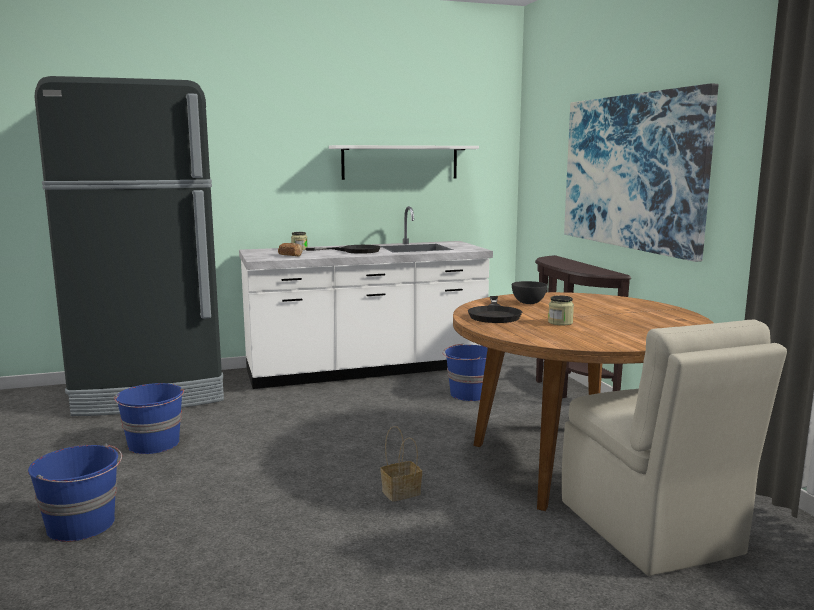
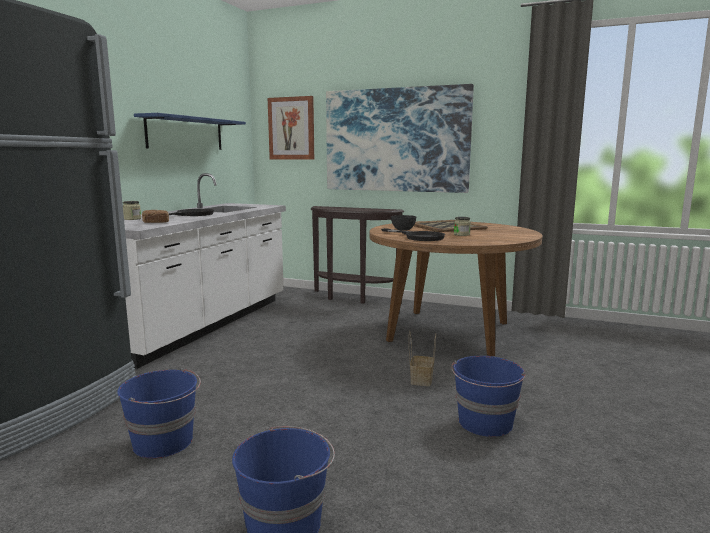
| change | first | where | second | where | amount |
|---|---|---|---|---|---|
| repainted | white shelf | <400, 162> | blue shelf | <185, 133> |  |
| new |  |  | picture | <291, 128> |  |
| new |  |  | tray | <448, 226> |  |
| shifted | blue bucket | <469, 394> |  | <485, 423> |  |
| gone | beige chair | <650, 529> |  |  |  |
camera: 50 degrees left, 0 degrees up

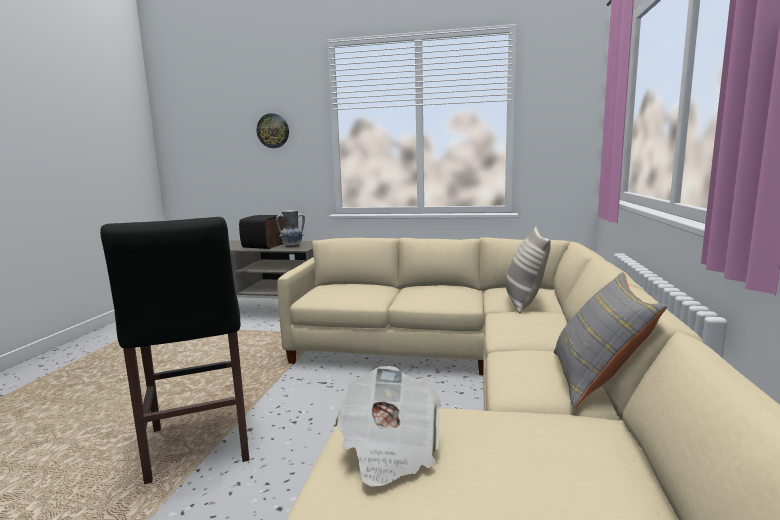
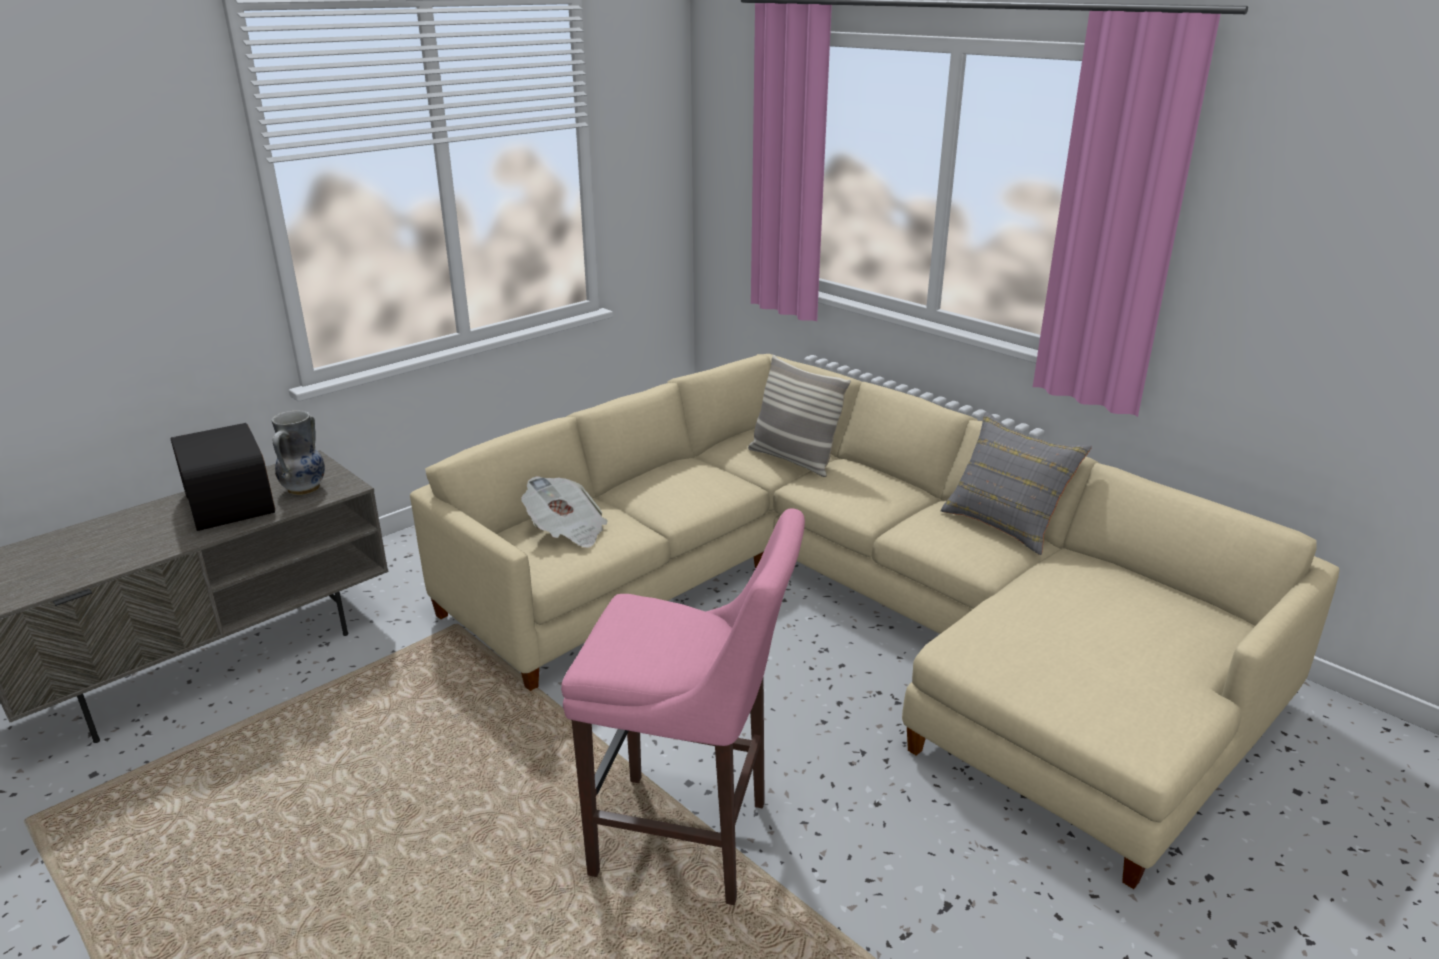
| change | first | where | second | where | amount |
|---|---|---|---|---|---|
| shifted | newspaper | <389, 449> |  | <567, 531> |  |
| repainted | black stool | <198, 448> | pink stool | <689, 840> |  |
| gone | wall clock | <273, 131> |  |  |  |
camera: 55 degrees left, 15 degrees up

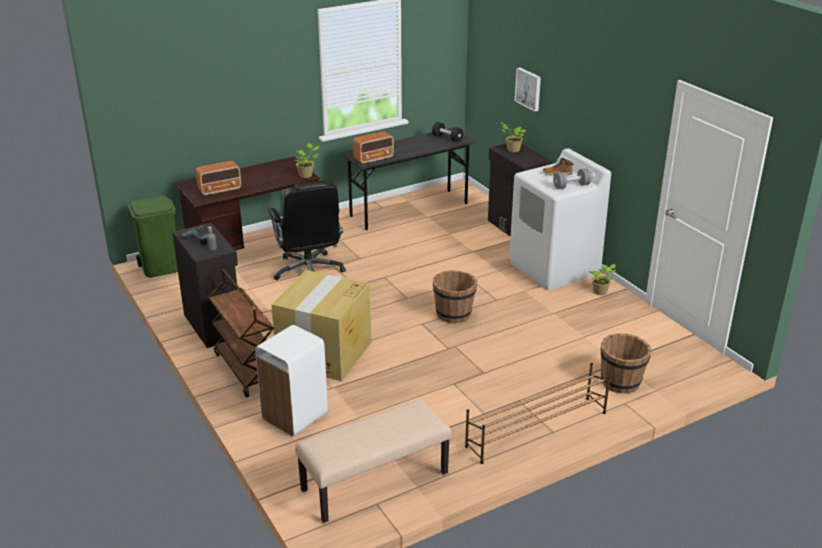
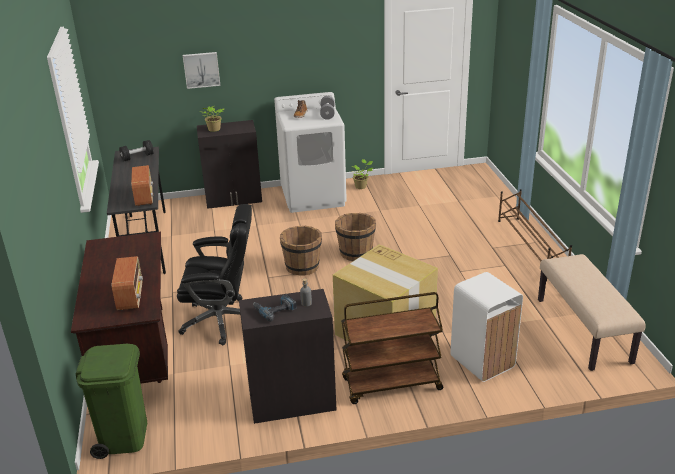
| change | first | where | second | where | amount |
|---|---|---|---|---|---|
| shifted | brown bucket | <621, 382> |  | <302, 267> |  |
| gone | potted plant | <306, 175> |  |  |  |
camera: 70 degrees left, 0 degrees up

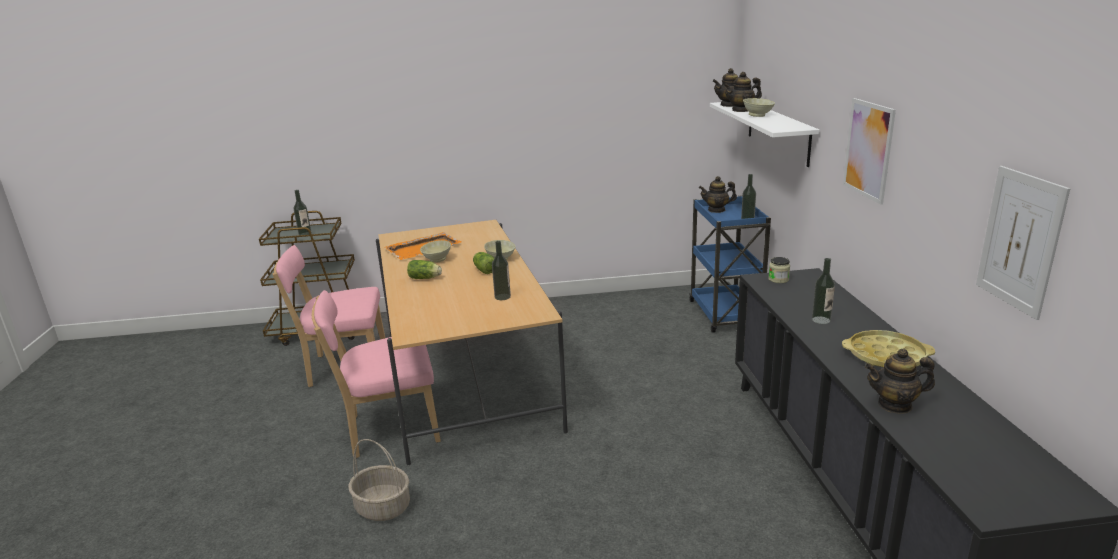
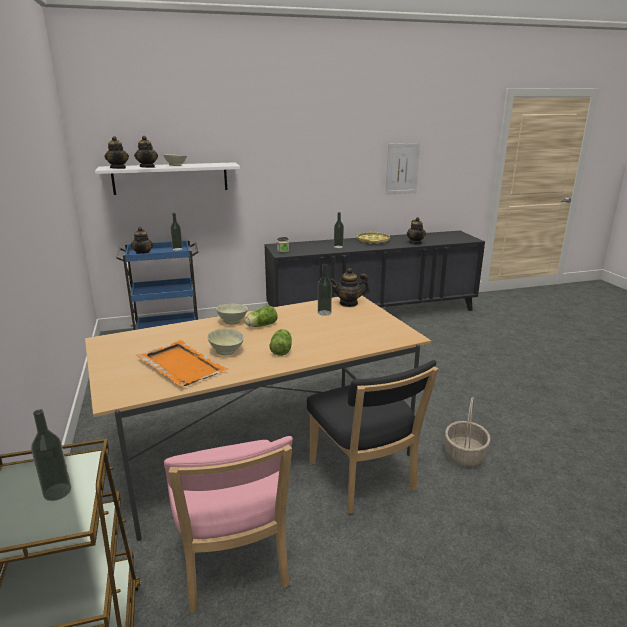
| change | first | where | second | where | amount |
|---|---|---|---|---|---|
| repainted | pink chair | <388, 430> | black chair | <364, 479> |  |
| new |  |  | teapot | <349, 303> |  |
| gone | picture | <868, 149> |  |  |  |
camera: 100 degrees left, 0 degrees up

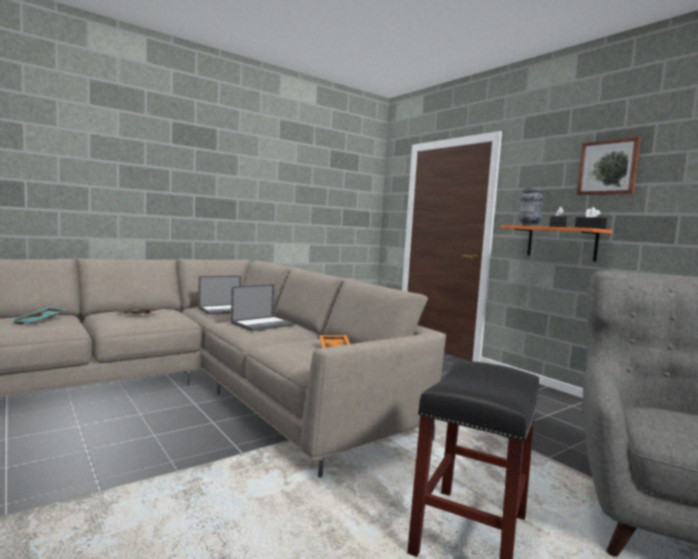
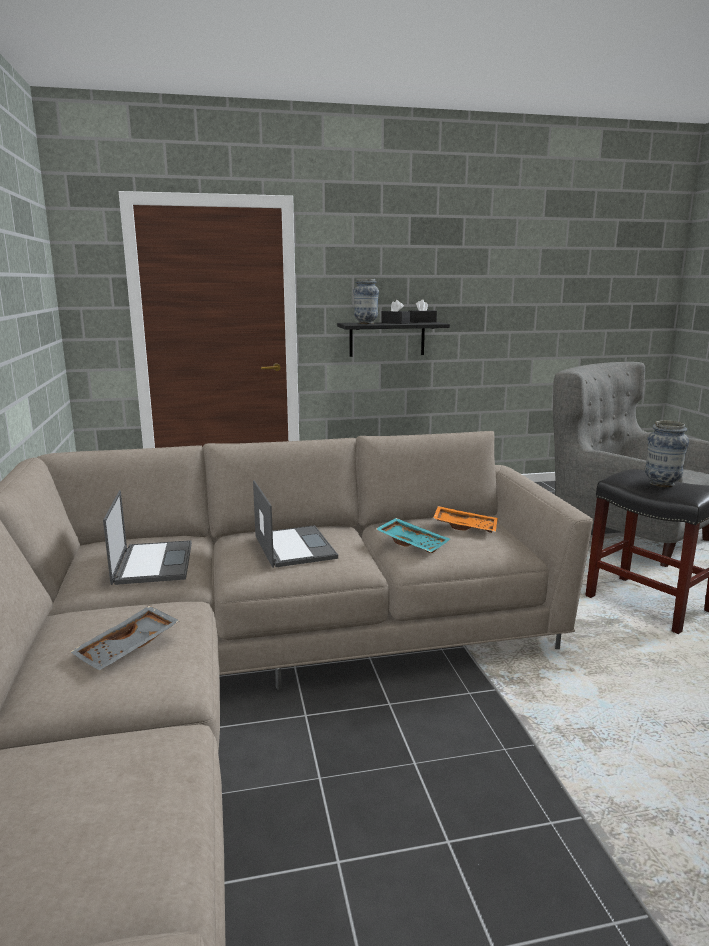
| change | first | where | second | where | amount |
|---|---|---|---|---|---|
| repainted | orange shelf | <561, 243> | black shelf | <387, 339> |  |
| shifted | turquoise tray | <40, 321> |  | <413, 543> |  |
| new |  |  | vase | <661, 484> |  |
| gone | picture | <608, 167> |  |  |  |
camera: 65 degrees left, 10 degrees up

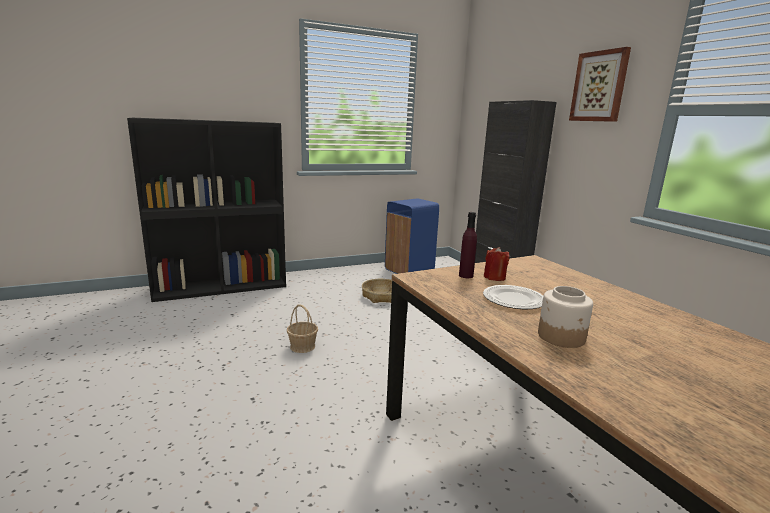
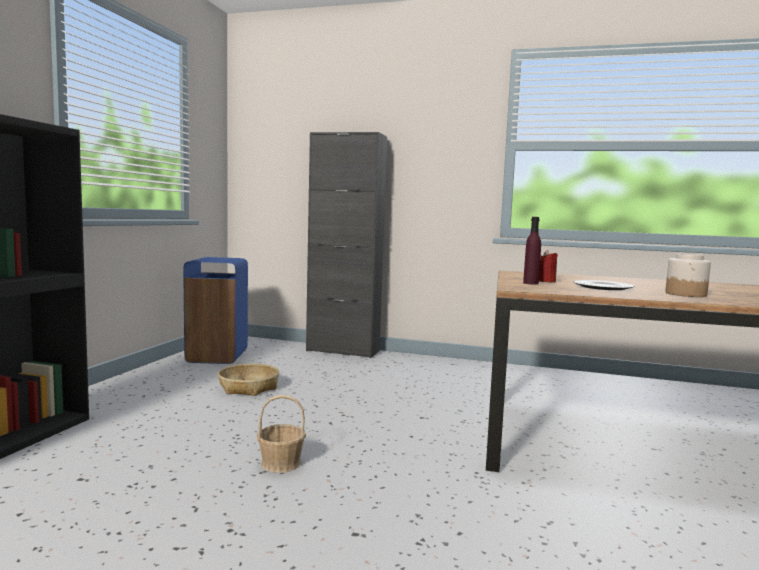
| change | first | where | second | where | amount |
|---|---|---|---|---|---|
| gone | picture | <599, 86> |  |  |  |
camera: 50 degrees left, 10 degrees down

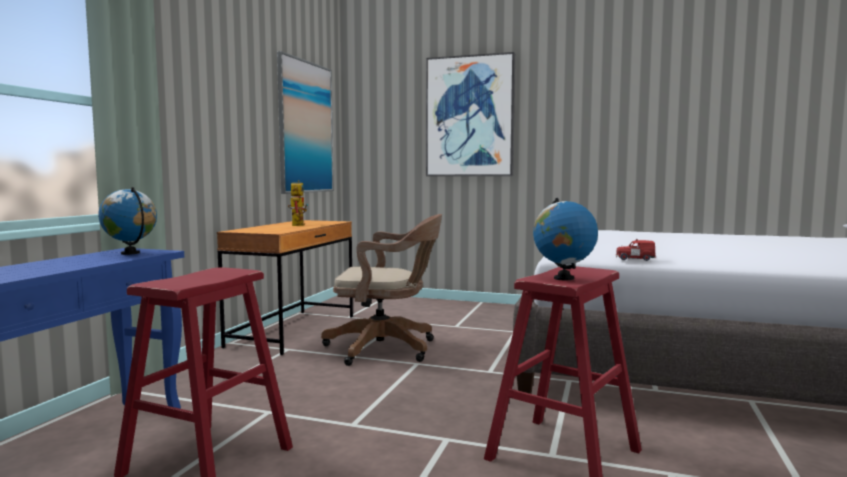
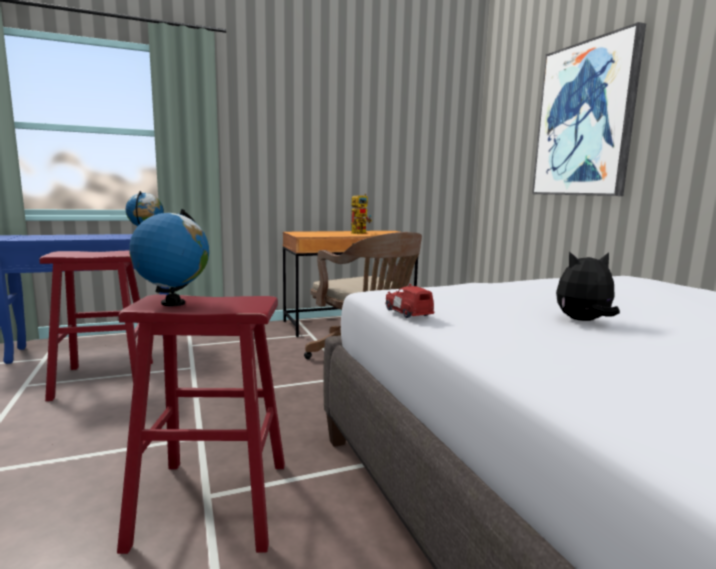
| change | first | where | second | where | amount |
|---|---|---|---|---|---|
| new |  |  | plush toy | <583, 321> |  |
| gone | picture | <305, 127> |  |  |  |
camera: 50 degrees right, 5 degrees up

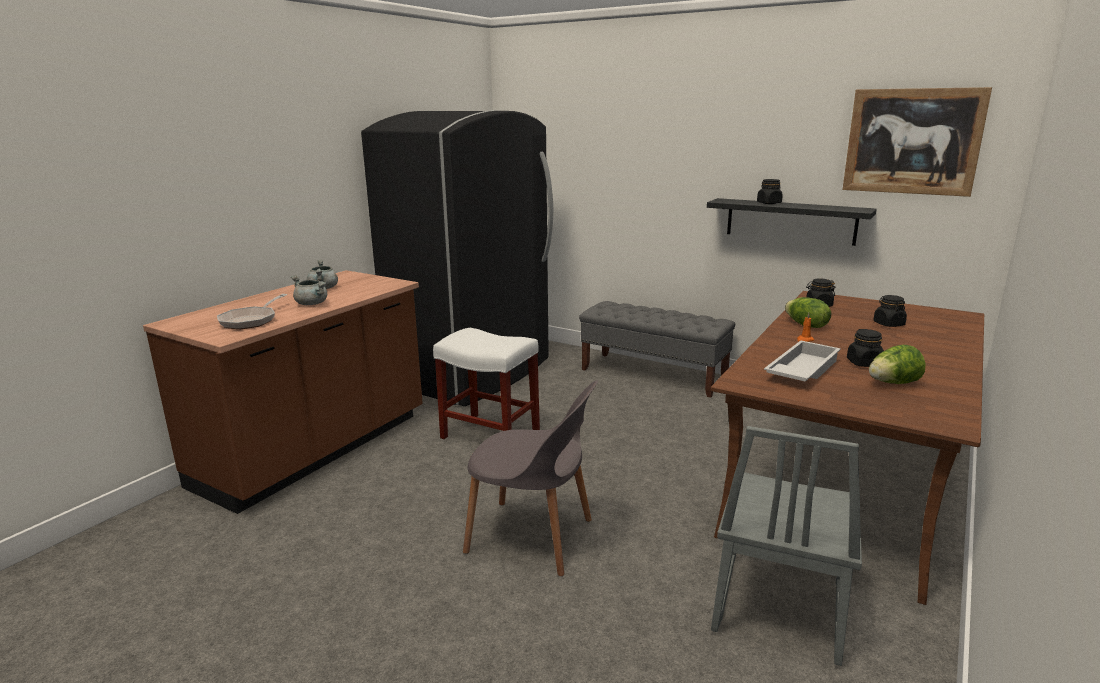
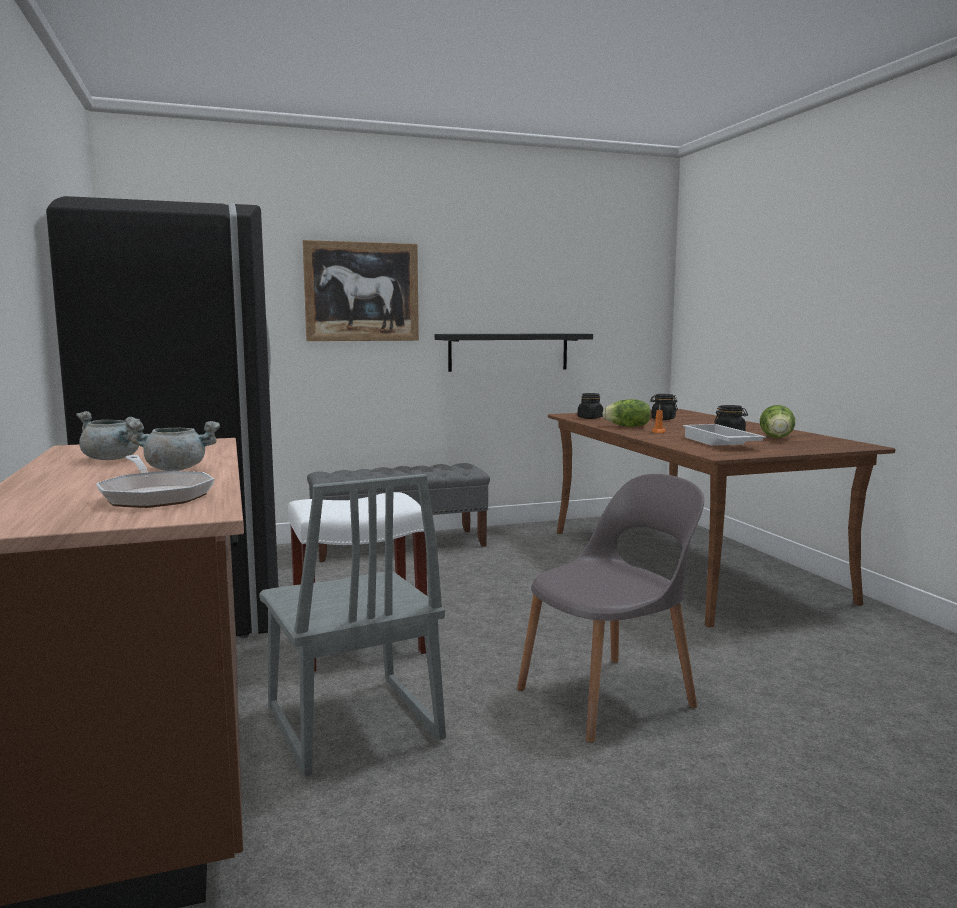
| change | first | where | second | where | amount |
|---|---|---|---|---|---|
| shifted | grey chair | <777, 607> |  | <351, 725> |  |
| shifted | picture | <912, 141> |  | <362, 292> |  |
| gone | black jar | <769, 203> |  |  |  |
camera: 50 degrees left, 10 degrees down

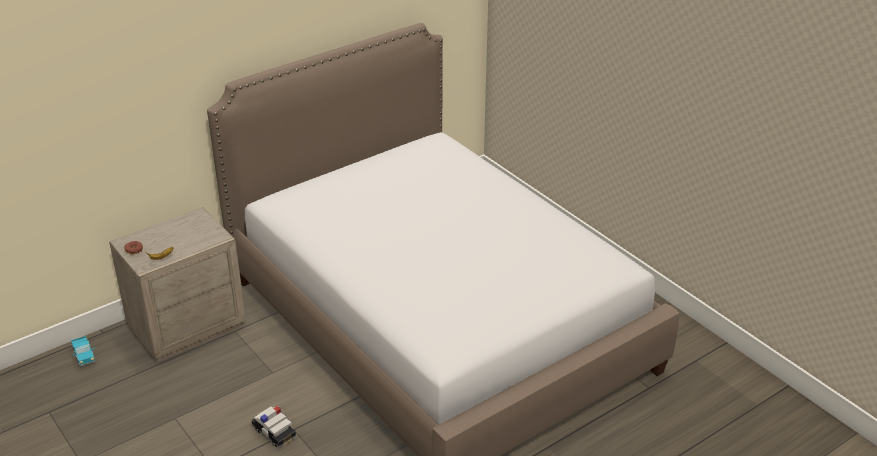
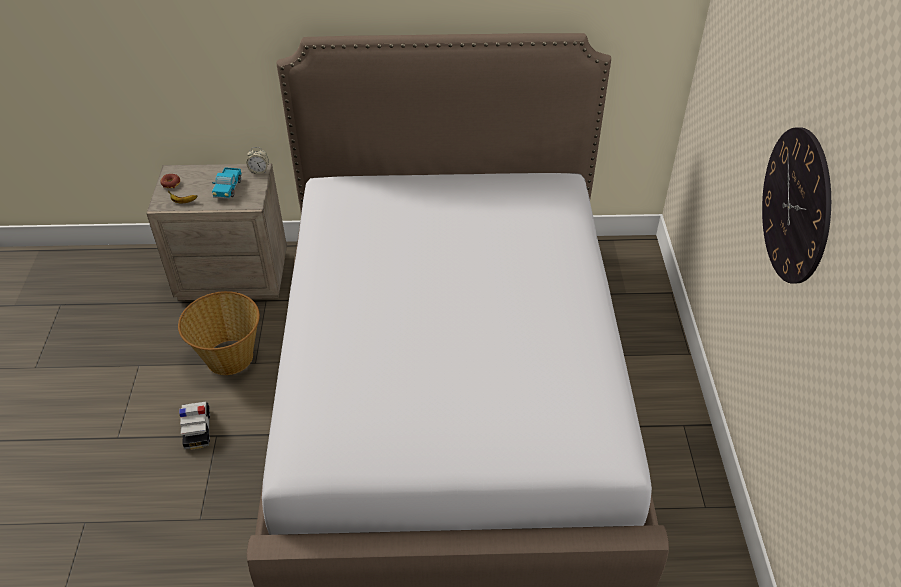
| change | first | where | second | where | amount |
|---|---|---|---|---|---|
| new |  |  | basket | <229, 356> |  |
| shifted | toy truck | <84, 356> |  | <228, 189> |  |
| new |  |  | alarm clock | <259, 171> |  |
| new |  |  | wall clock | <796, 206> |  |
camera: 35 degrees right, 10 degrees up

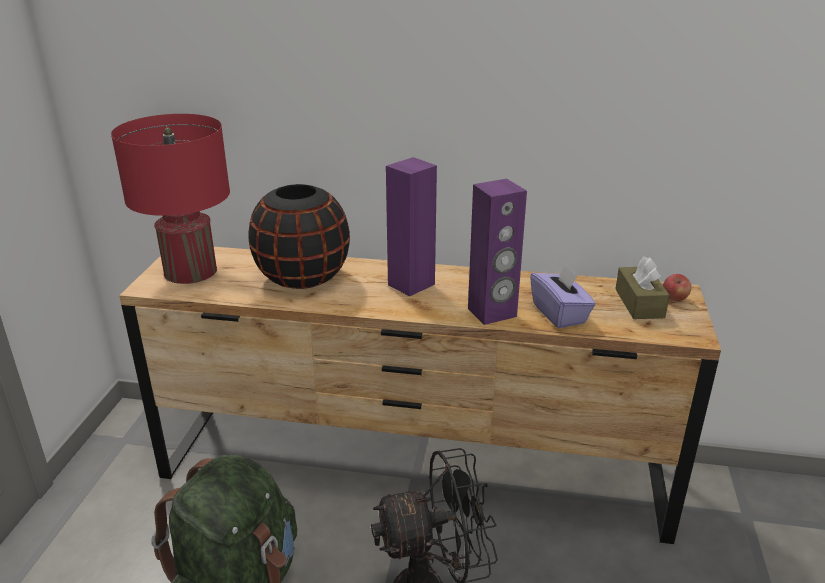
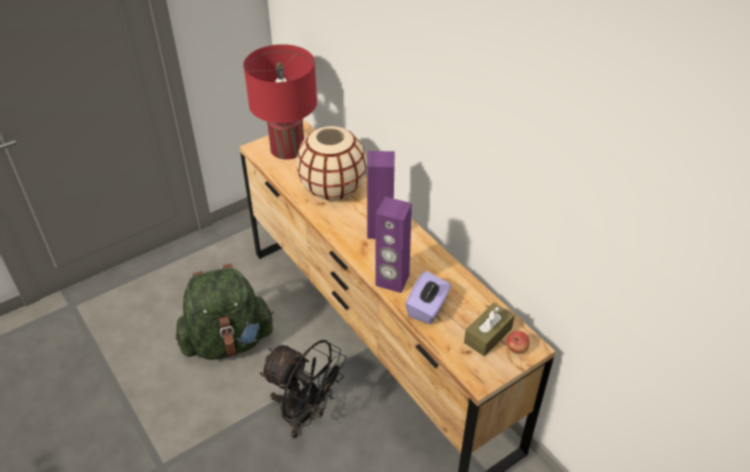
| change | first | where | second | where | amount |
|---|---|---|---|---|---|
| repainted | black vase | <302, 277> | beige vase | <333, 188> |  |
camera: 45 degrees right, 15 degrees up

